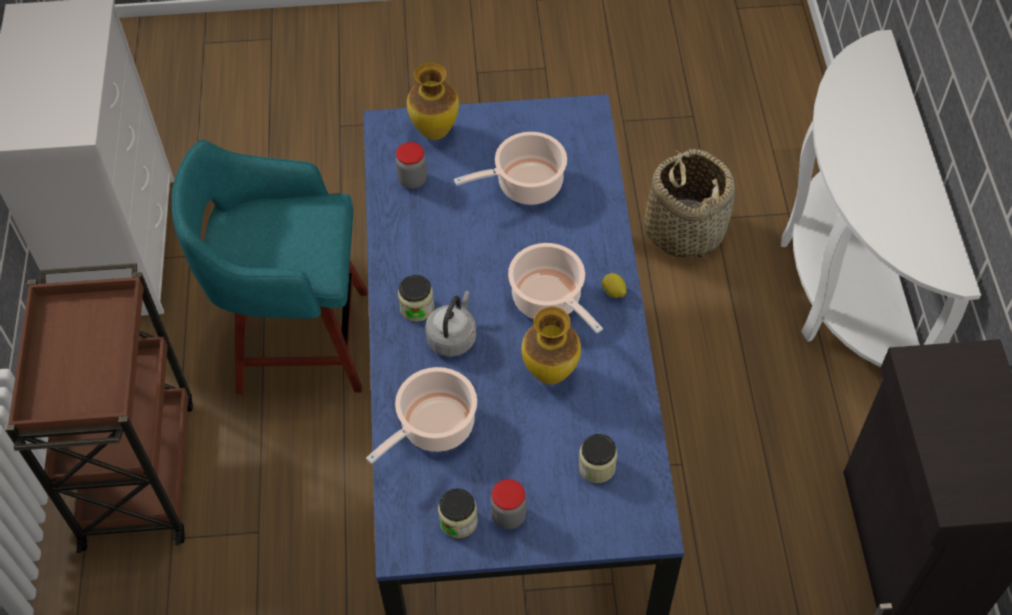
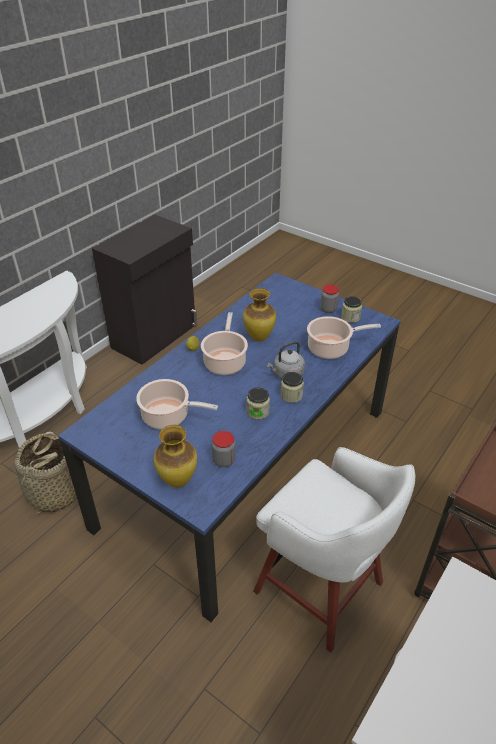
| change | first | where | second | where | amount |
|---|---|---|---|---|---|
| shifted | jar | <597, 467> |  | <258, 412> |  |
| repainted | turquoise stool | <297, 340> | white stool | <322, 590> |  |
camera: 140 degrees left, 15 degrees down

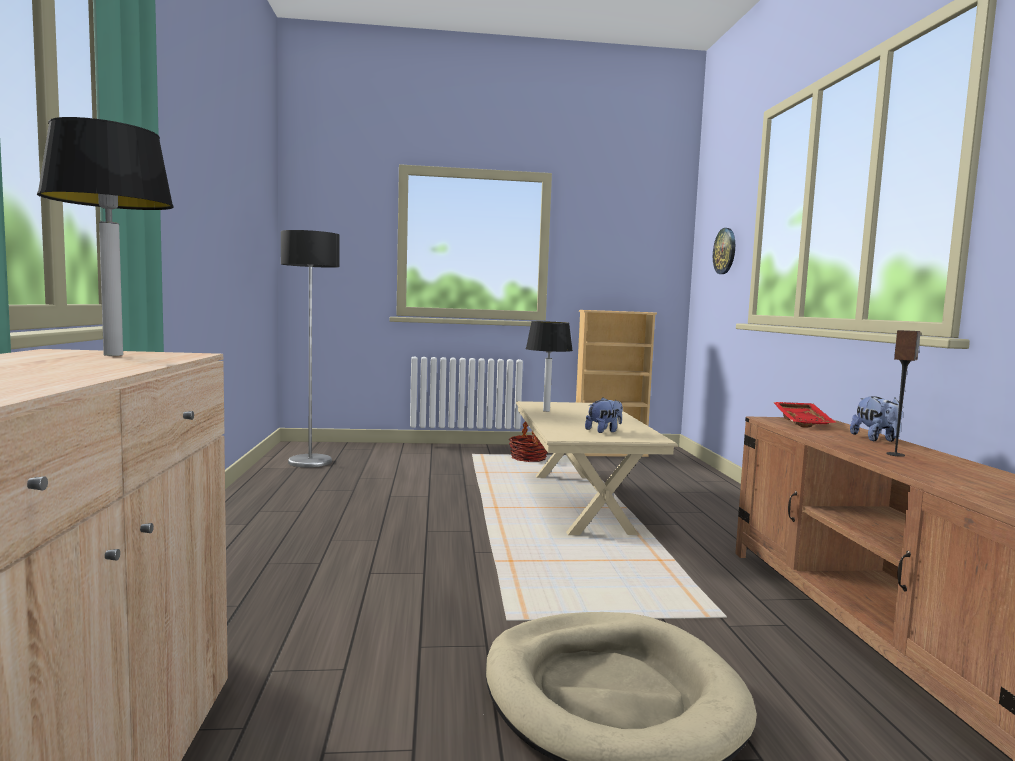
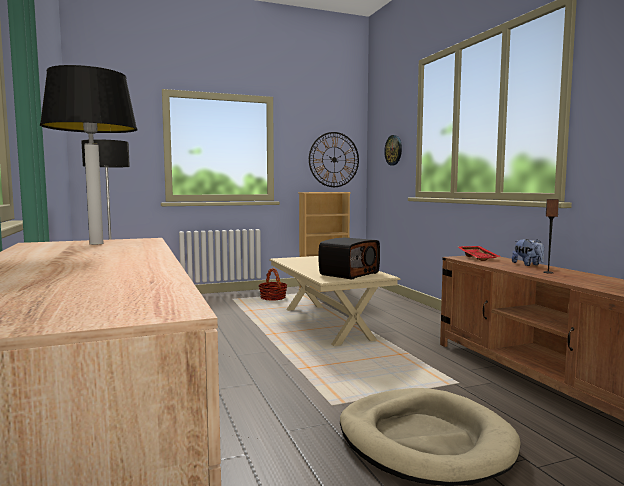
| change | first | where | second | where | amount |
|---|---|---|---|---|---|
| new |  |  | wall clock | <334, 159> |  |
| swapped | plush toy | <604, 431> | radio | <348, 274> |  |
| gone | table lamp | <546, 411> |  |  |  |
camera: 15 degrees left, 0 degrees up

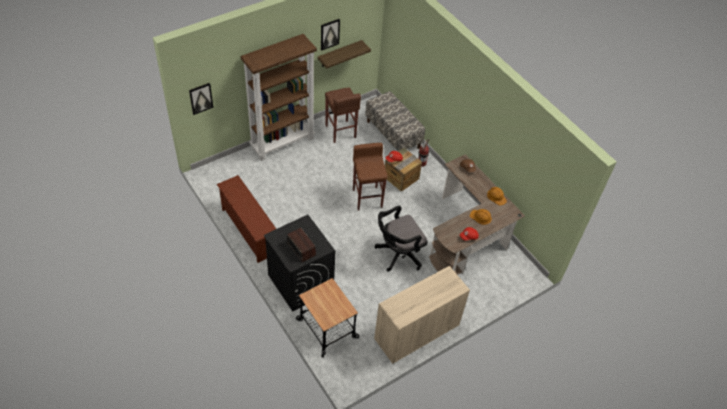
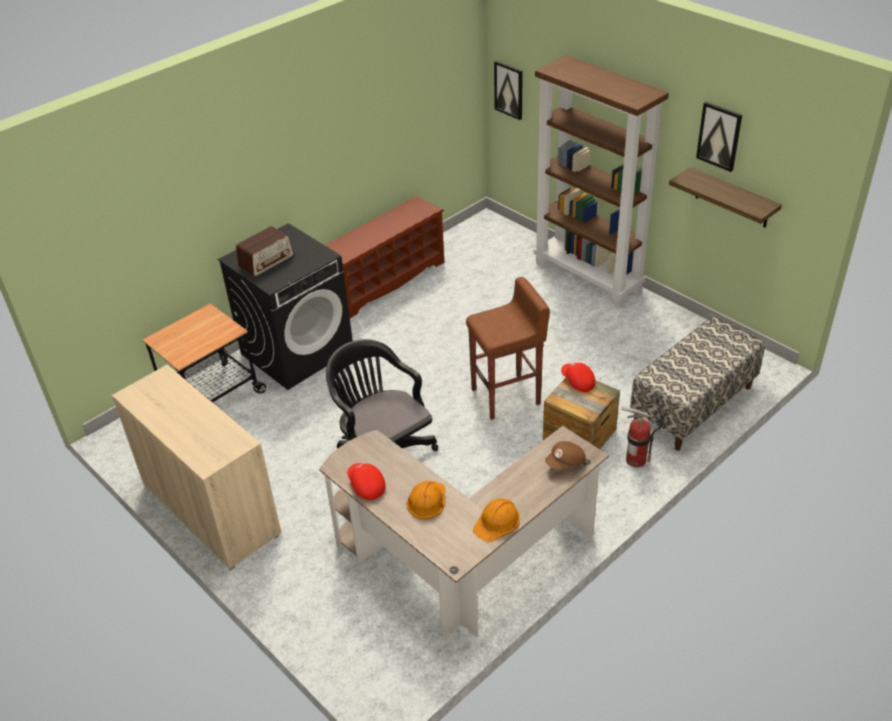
| change | first | where | second | where | amount |
|---|---|---|---|---|---|
| gone | brown stool | <340, 132> |  |  |  |
camera: 85 degrees right, 10 degrees down

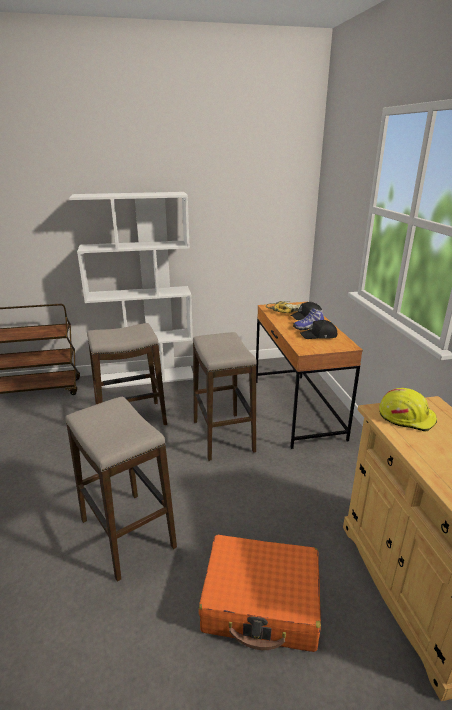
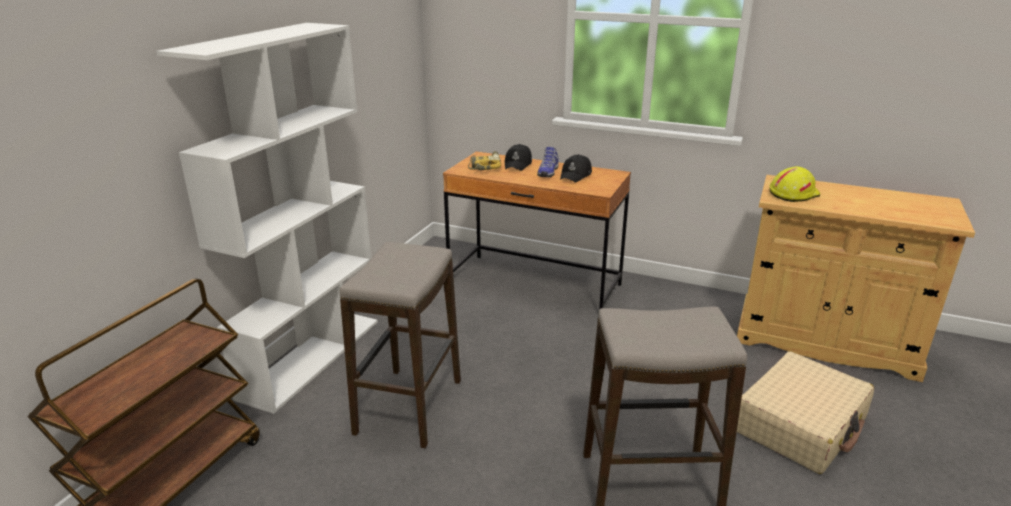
| change | first | where | second | where | amount |
|---|---|---|---|---|---|
| repainted | orange suitcase | <261, 602> | beige suitcase | <800, 425> |  |
| gone | stool | <223, 436> |  |  |  |
camera: 55 degrees left, 0 degrees up

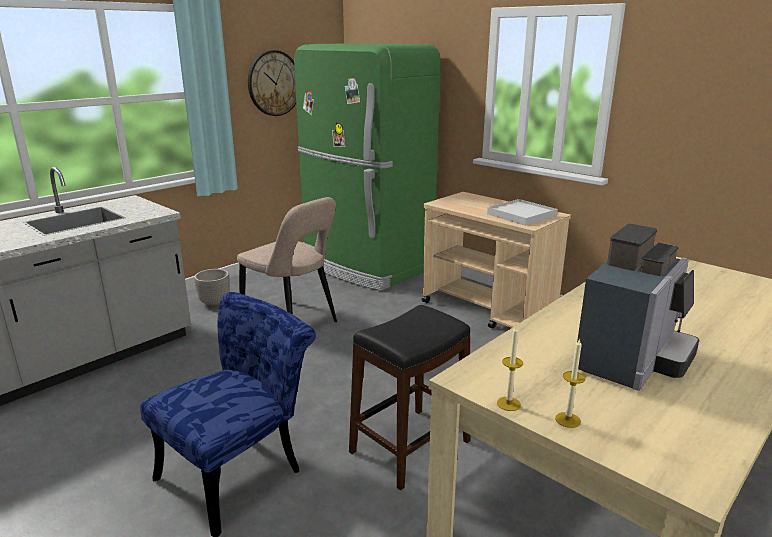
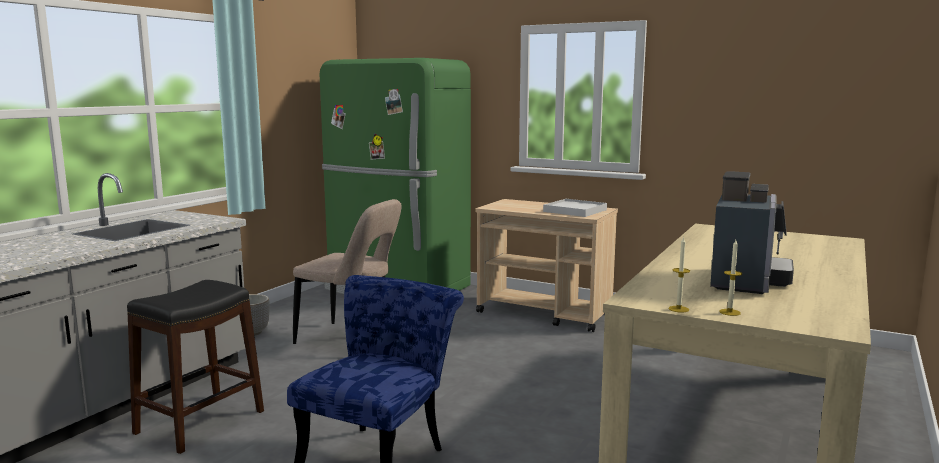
| change | first | where | second | where | amount |
|---|---|---|---|---|---|
| shifted | black stool | <409, 446> |  | <199, 422> |  |
| gone | wall clock | <274, 83> |  |  |  |
camera: 15 degrees left, 10 degrees down

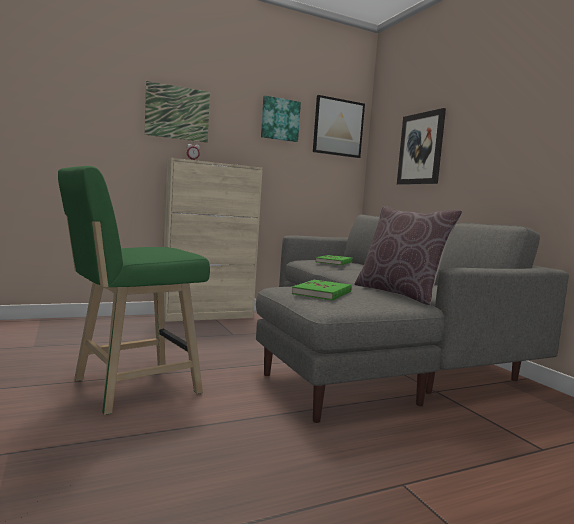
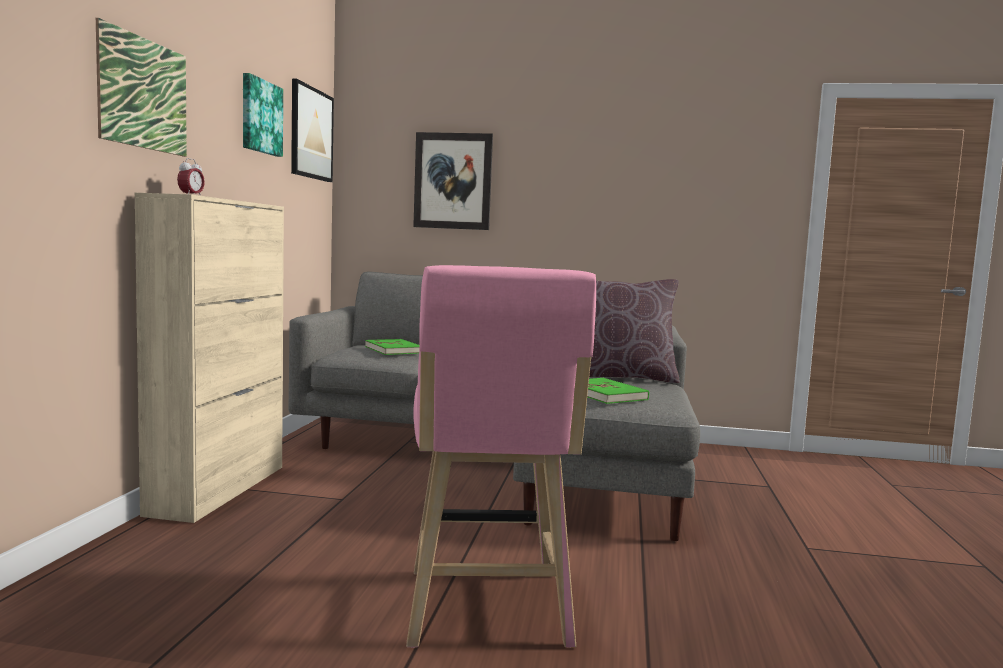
| change | first | where | second | where | amount |
|---|---|---|---|---|---|
| repainted | green stool | <129, 388> | pink stool | <487, 613> |  |
camera: 55 degrees left, 0 degrees up

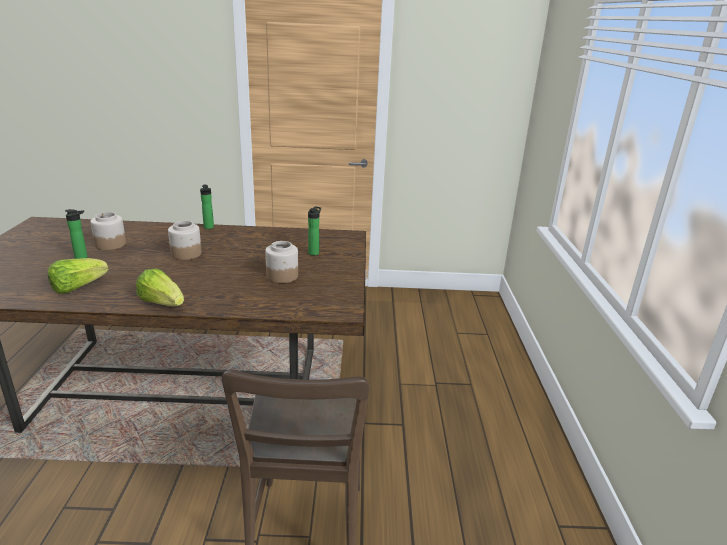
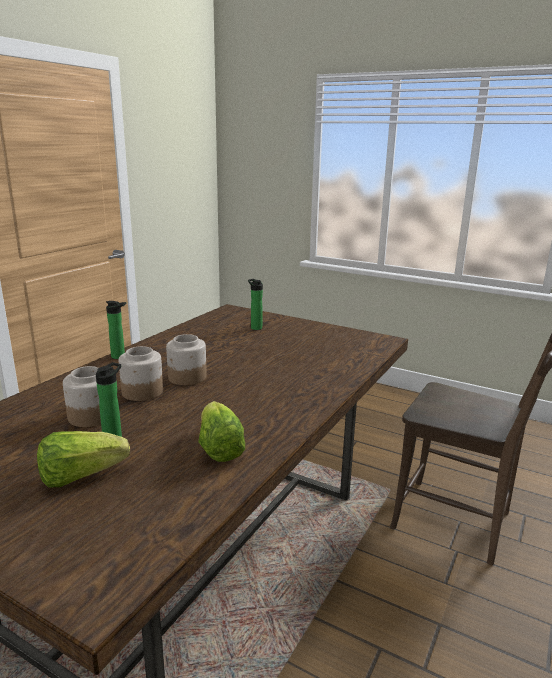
| change | first | where | second | where | amount |
|---|---|---|---|---|---|
| shifted | lettuce | <162, 303> |  | <81, 476> |  |
| shifted | jar | <281, 276> |  | <142, 392> |  |
camera: 60 degrees left, 5 degrees down

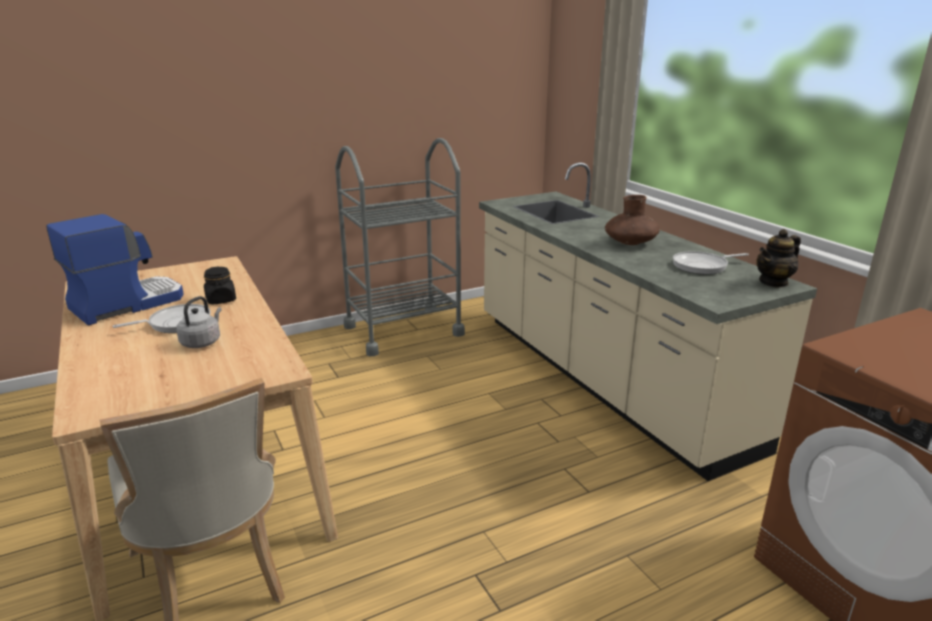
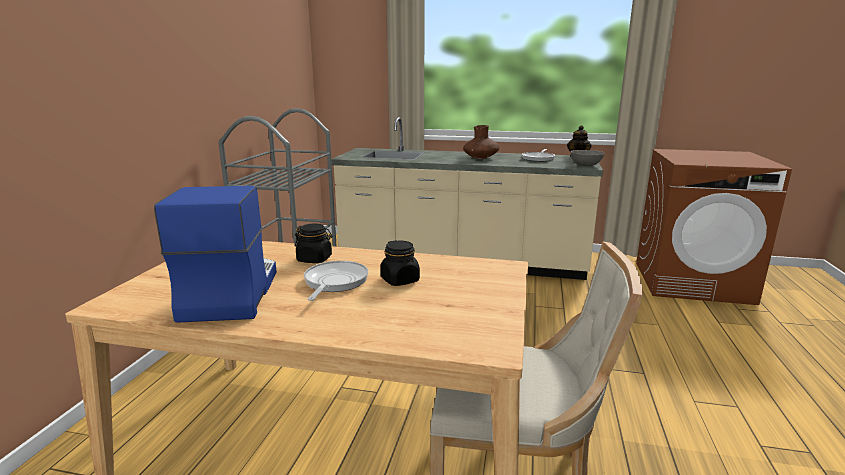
| change | first | where | second | where | amount |
|---|---|---|---|---|---|
| swapped | grey kettle | <202, 342> | black jar | <400, 280> |  |
| new |  |  | grey bowl | <585, 165> |  |
camera: 50 degrees left, 5 degrees down

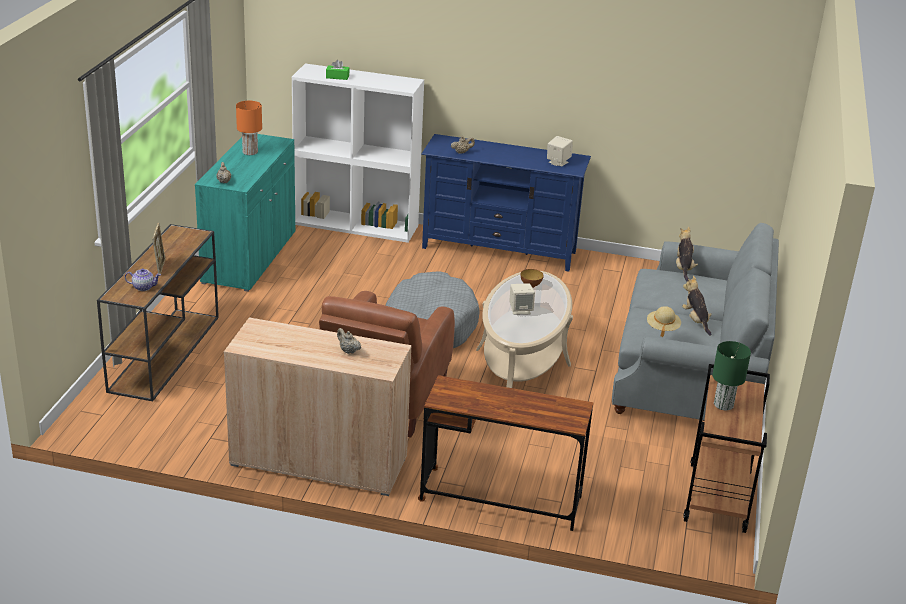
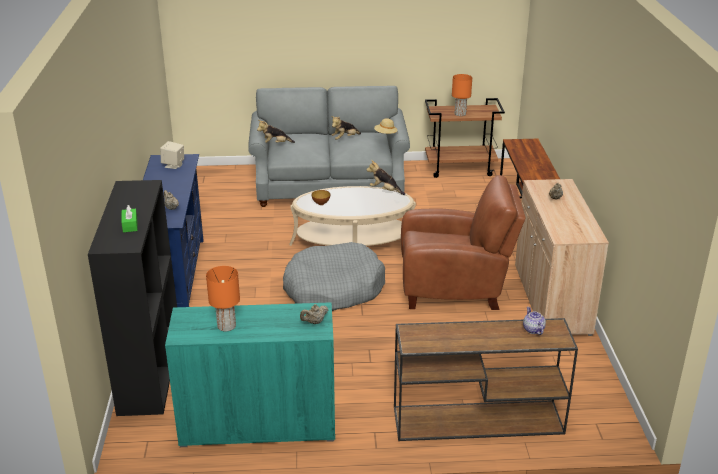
| change | first | where | second | where | amount |
|---|---|---|---|---|---|
| repainted | white bookcase | <357, 224> | black bookcase | <149, 369> |  |
| new |  |  | plush toy | <385, 190> |  |
| repainted | green table lamp | <723, 405> | orange table lamp | <460, 114> |  |
| gone | picture frame | <160, 267> |  |  |  |
| gone | beige speaker | <520, 310> |  |  |  |
camera: 105 degrees left, 0 degrees up

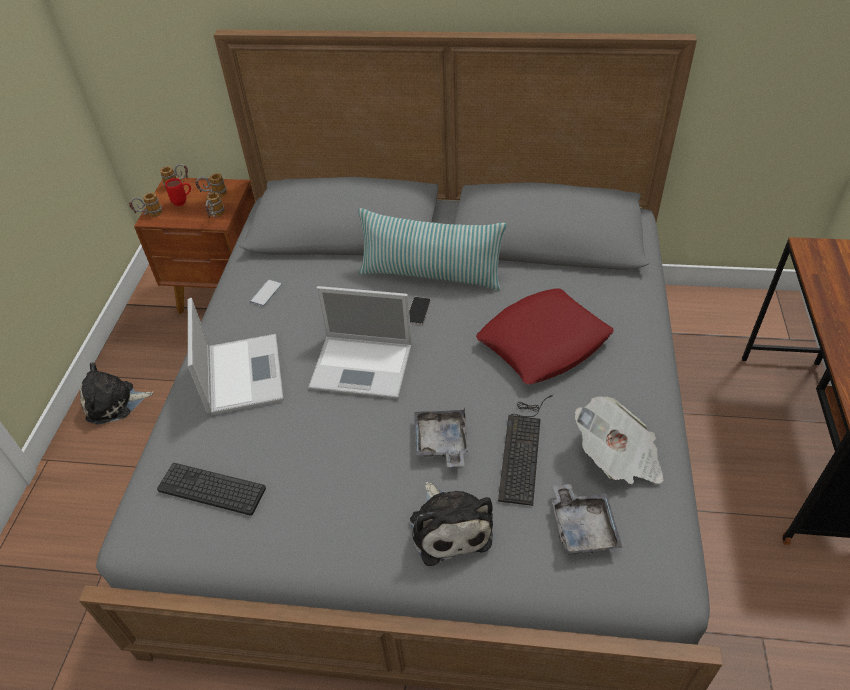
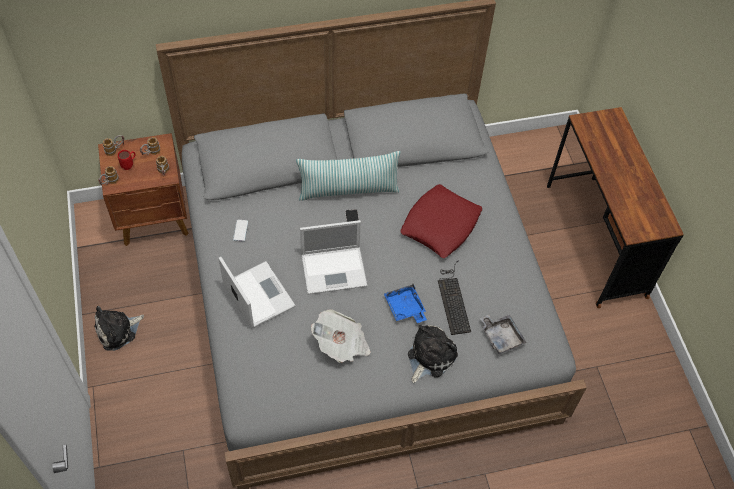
| change | first | where | second | where | amount |
|---|---|---|---|---|---|
| shifted | newspaper | <617, 457> |  | <341, 344> |  |
| repainted | grey tray | <441, 442> | blue tray | <405, 308> |  |
| rotated | plush toy | <449, 527> |  | <429, 357> | 105 degrees counterclockwise |
| gone | keyboard | <211, 489> |  |  |  |
camera: 25 degrees left, 10 degrees up

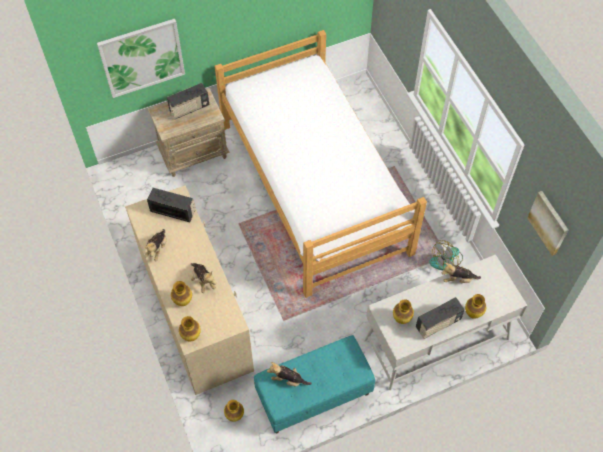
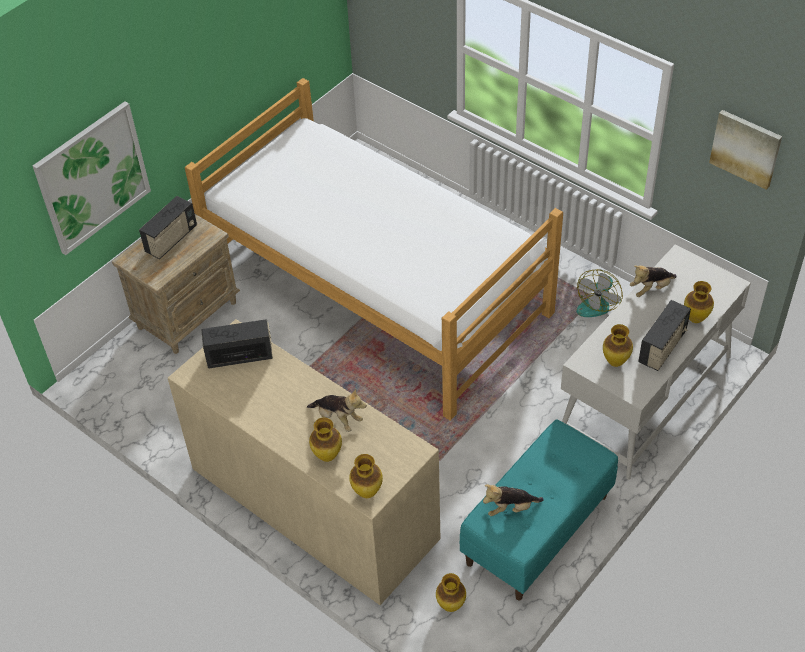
| change | first | where | second | where | amount |
|---|---|---|---|---|---|
| gone | plush toy | <157, 249> |  |  |  |
camera: 25 degrees left, 10 degrees down

